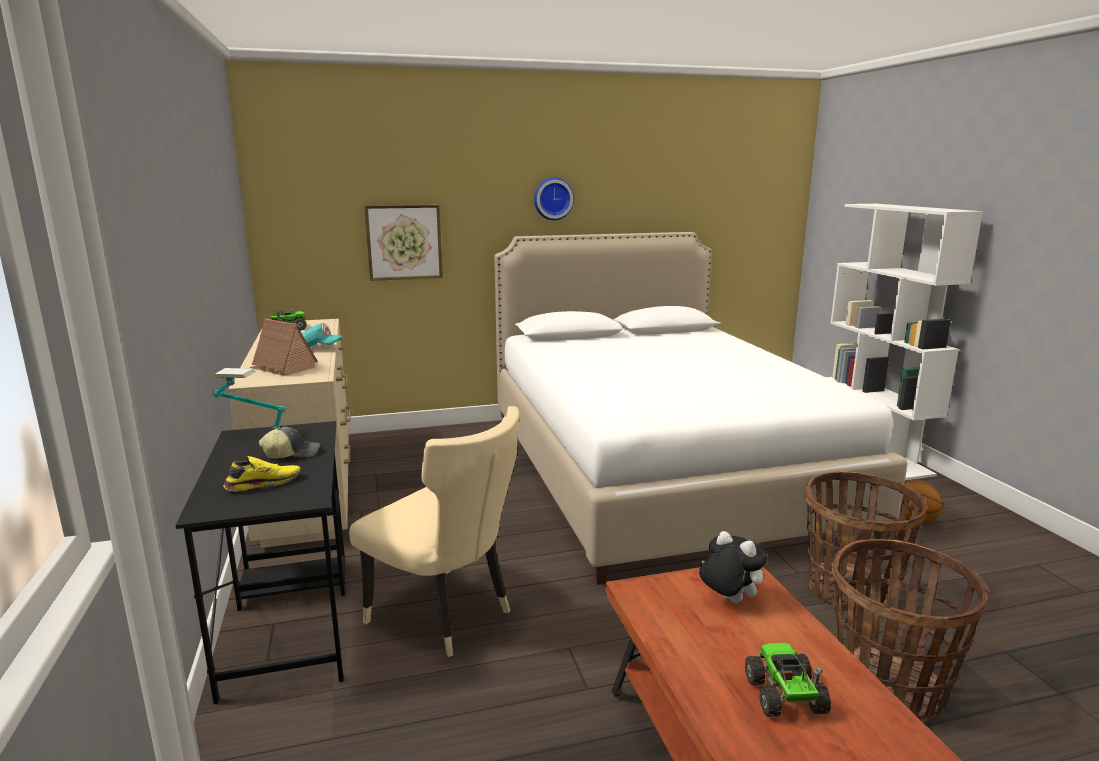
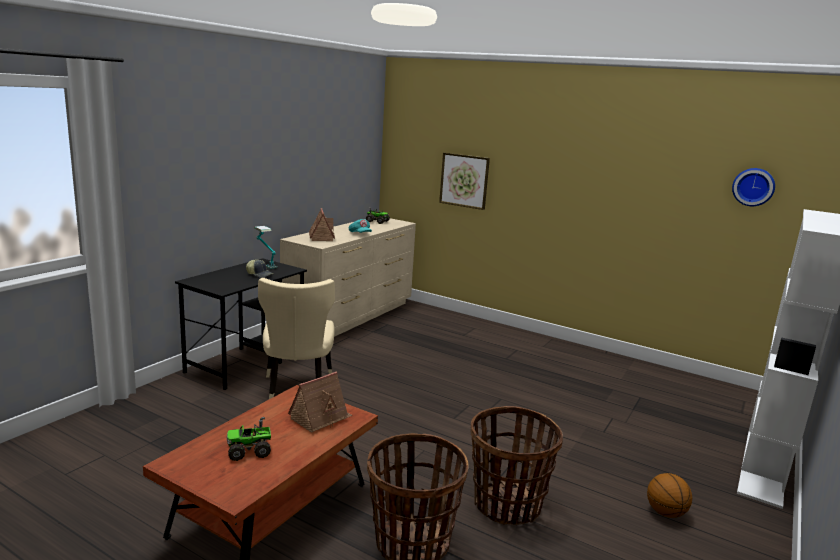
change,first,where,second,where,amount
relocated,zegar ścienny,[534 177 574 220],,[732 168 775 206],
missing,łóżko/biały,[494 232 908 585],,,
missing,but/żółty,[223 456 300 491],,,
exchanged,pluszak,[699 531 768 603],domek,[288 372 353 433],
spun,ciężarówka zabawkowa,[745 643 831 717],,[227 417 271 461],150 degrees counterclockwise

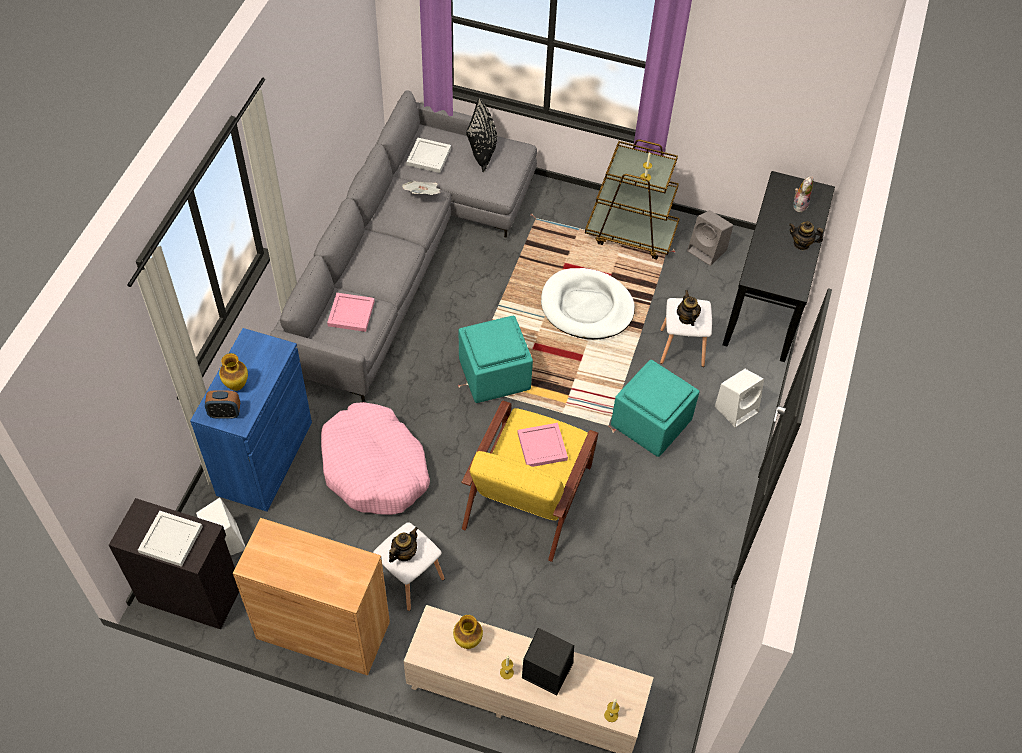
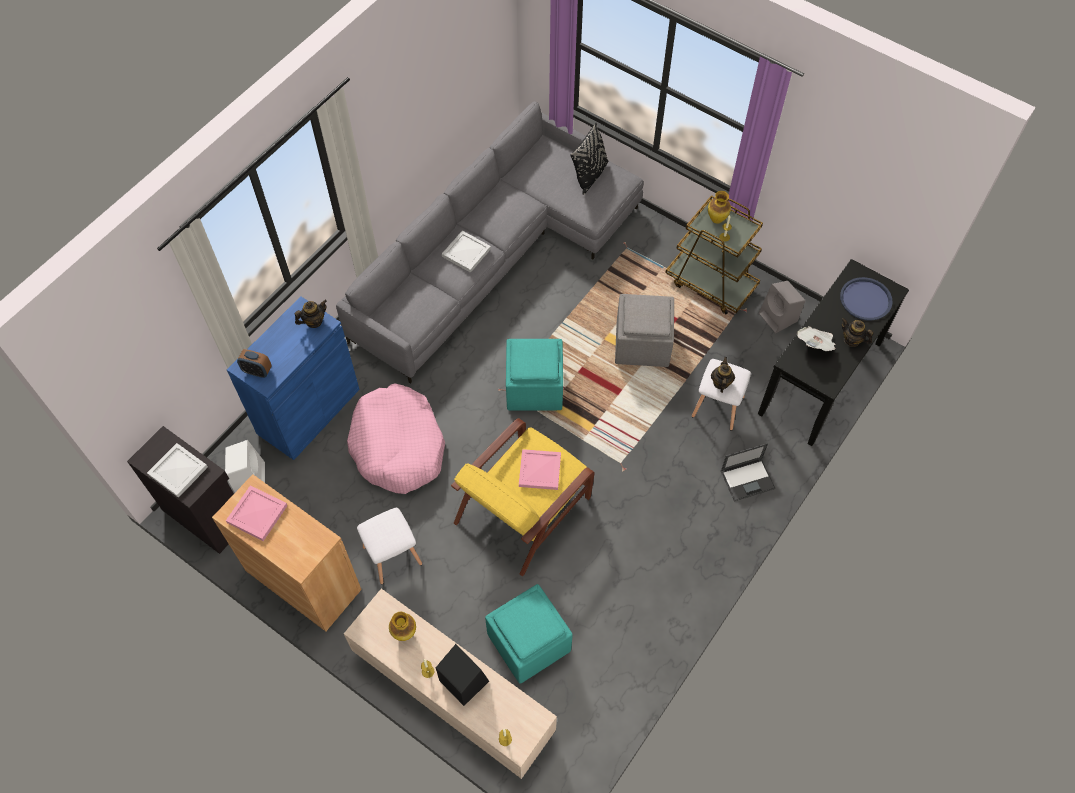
change,first,where,second,where,amount
relocated,taca/biały,[406 138 451 173],,[442 231 491 273],
exchanged,pluszak,[793 176 813 213],taca/niebieski,[840 277 893 320],
relocated,gazeta,[402 181 440 195],,[797 326 835 352],
exchanged,legowisko/biały,[541 268 635 340],pufa/szary,[615 294 674 367],
relocated,taca/różowy,[327 293 375 332],,[226 485 288 541],
relocated,wazon,[219 353 248 391],,[708 191 731 224],
relocated,pufa/turkusowy,[611 360 699 457],,[485 584 573 684],
exchanged,głośnik/biały,[715 369 764 428],laptop,[721 443 776 502],
relocated,imbryk,[389 527 418 562],,[295 300 327 328],

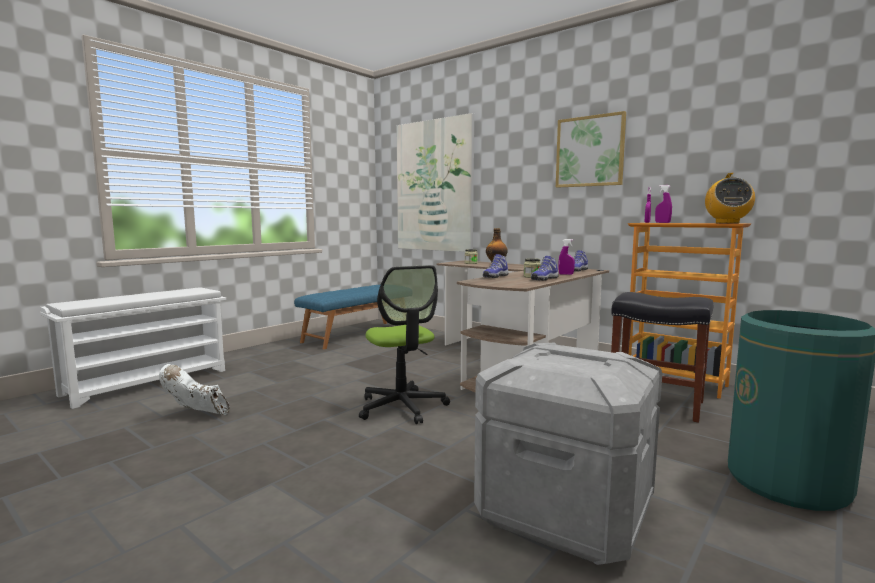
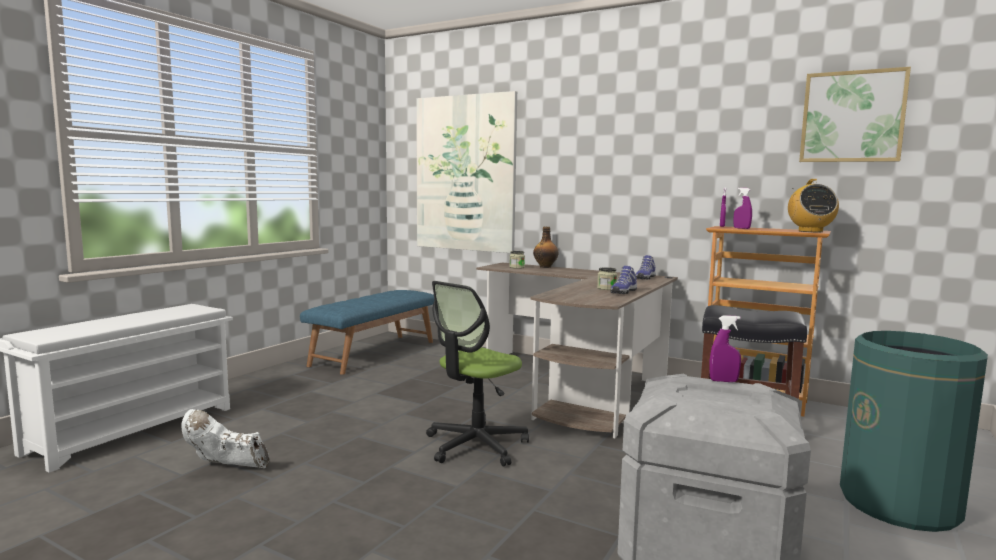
change,first,where,second,where,amount
relocated,obraz,[556 111 626 188],,[799 67 911 162],
relocated,spryskiwacz/fioletowy,[558 239 575 275],,[710 315 741 382],
missing,but,[483 254 509 278],,,
spun,krzesło biurowe,[359 265 450 424],,[426 281 529 467],75 degrees clockwise

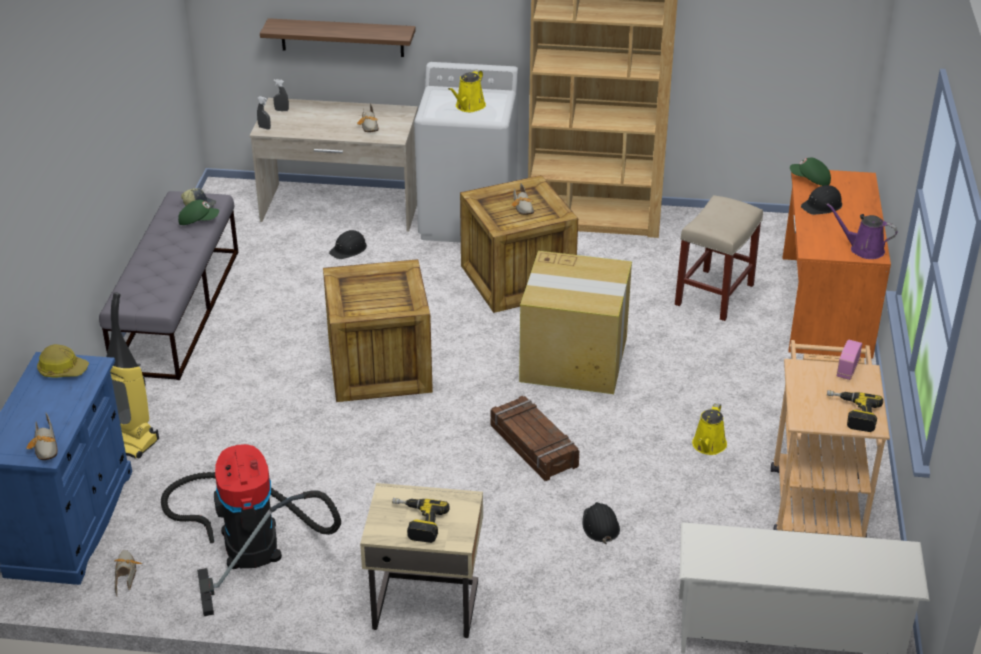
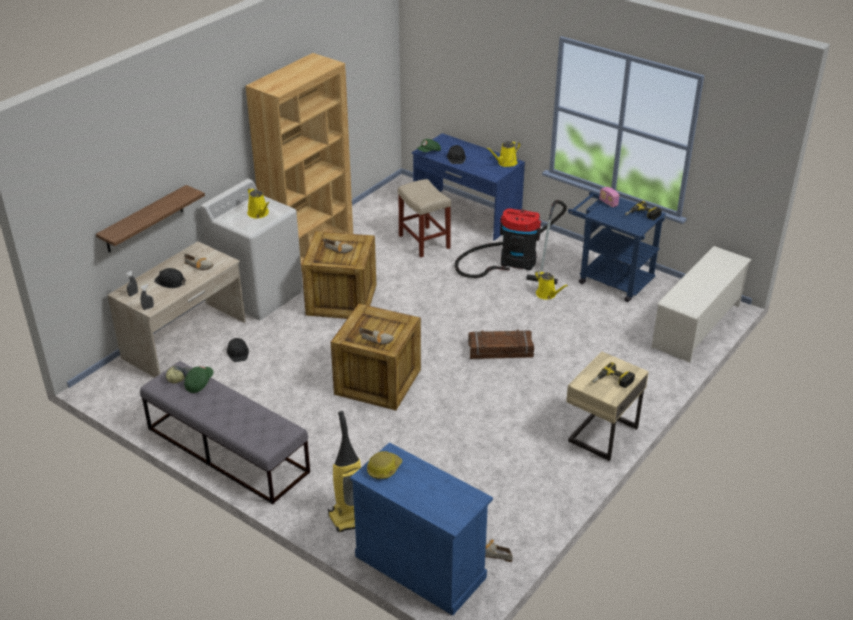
change,first,where,second,where,amount
colour,biurko/pomarańczowy,[783 170 891 358],biurko/niebieski,[412 133 525 241],
colour,konewka/fioletowy,[827 203 898 259],konewka/żółty,[486 141 521 167],
missing,karton,[519 251 632 394],,,
colour,wózek/beżowy,[771 340 890 538],wózek/niebieski,[568 192 666 302],
relocated,but,[26 413 58 460],,[359 328 394 345],
relocated,odkurzacz,[161 444 341 616],,[455 200 567 285],
relocated,kask/czarny,[582 502 620 544],,[154 268 186 288],

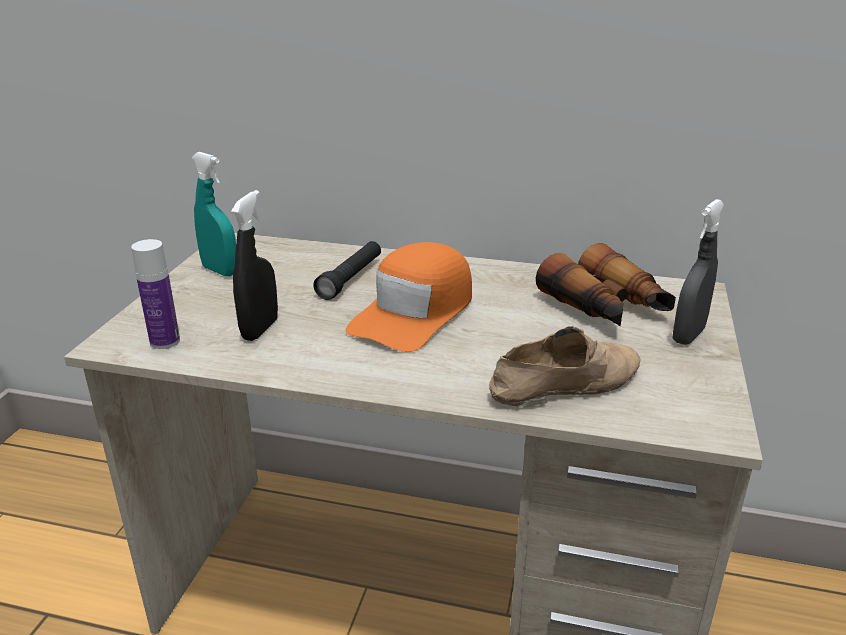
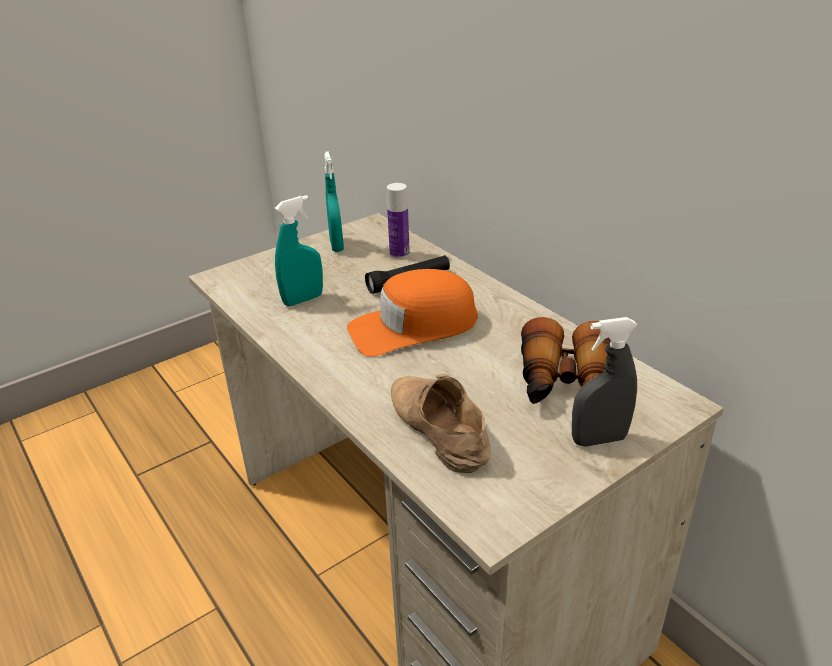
change,first,where,second,where,amount
colour,spryskiwacz/czarny,[231 190 278 341],spryskiwacz/turkusowy,[275 195 323 306],
relocated,butelka,[131 239 180 349],,[387 183 410 259],
spun,but/beżowy,[489 326 641 406],,[391 374 490 473],135 degrees counterclockwise

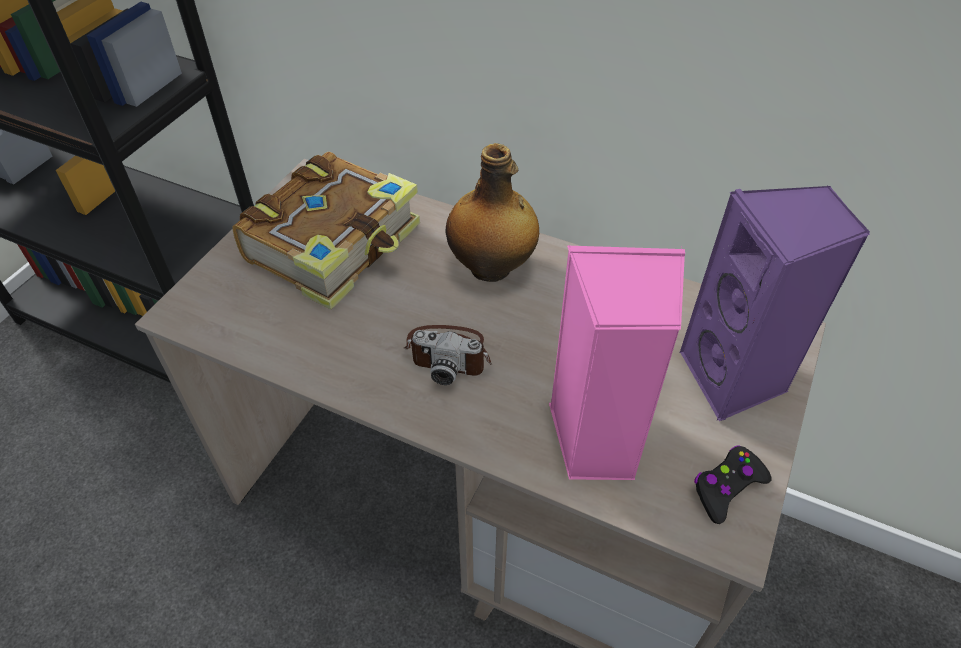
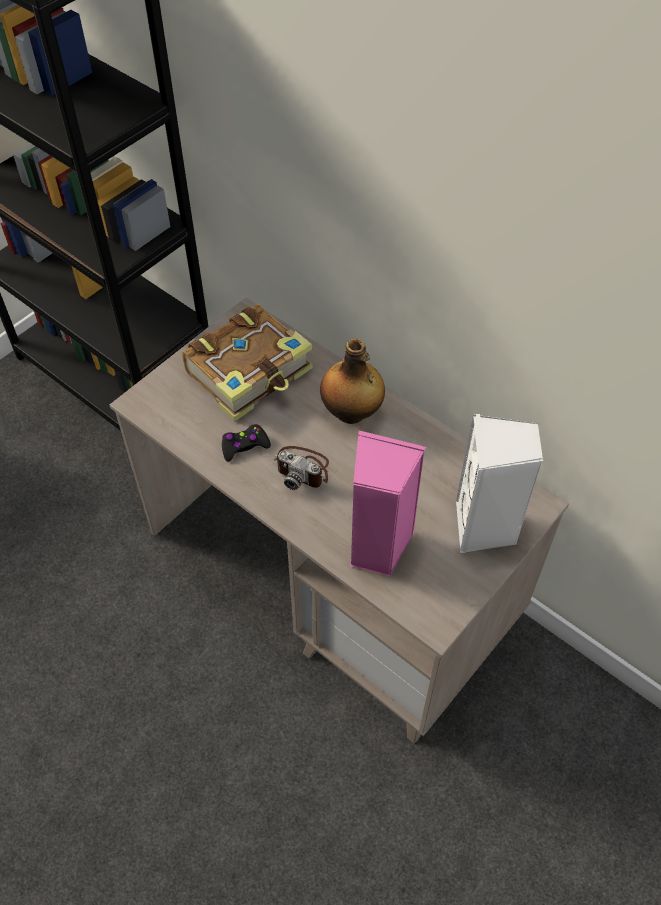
change,first,where,second,where,amount
colour,głośnik/fioletowy,[680 186 870 421],głośnik/biały,[456 414 543 553],
relocated,pad do gier/czarny,[694 445 772 524],,[222 424 271 461],

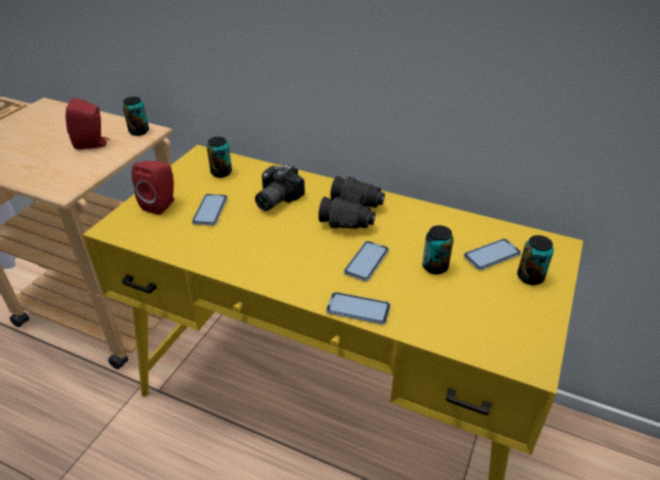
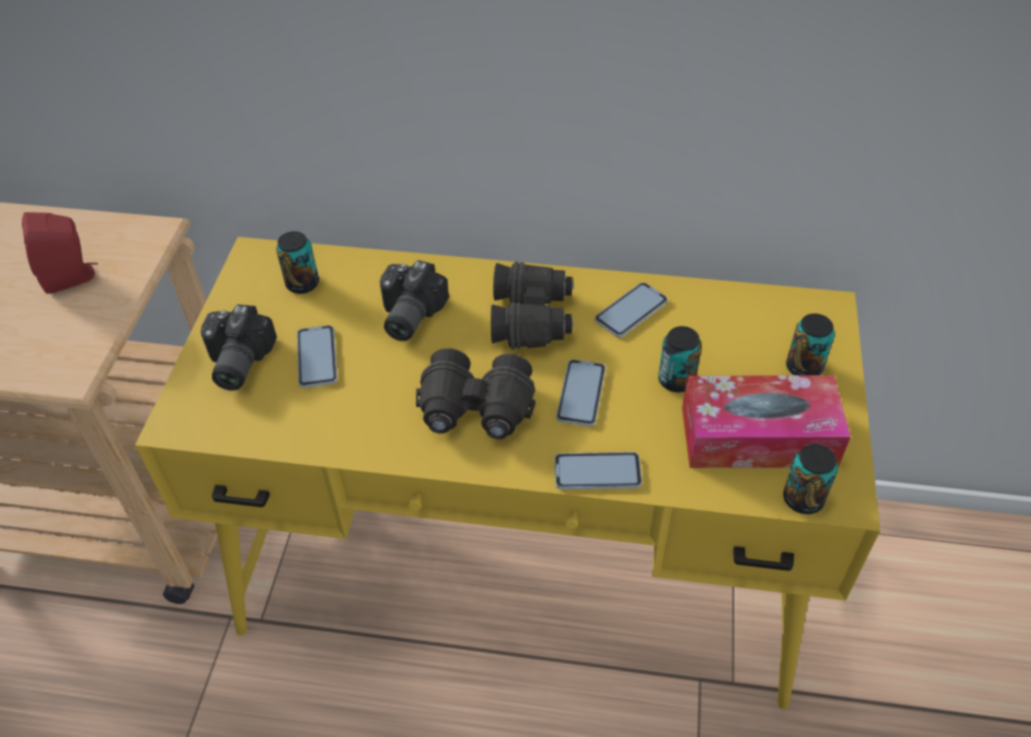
change,first,where,second,where,amount
relocated,puszka,[122 97 149 136],,[783 444 838 514],
exchanged,głośnik/czerwony,[132 161 174 215],aparat fotograficzny,[201 304 277 391],
relocated,telefon,[464 239 521 270],,[595 282 668 337],
appeared,,,lornetka/czarny,[416 348 535 439],
appeared,,,pudełko chusteczek,[682 375 851 468],

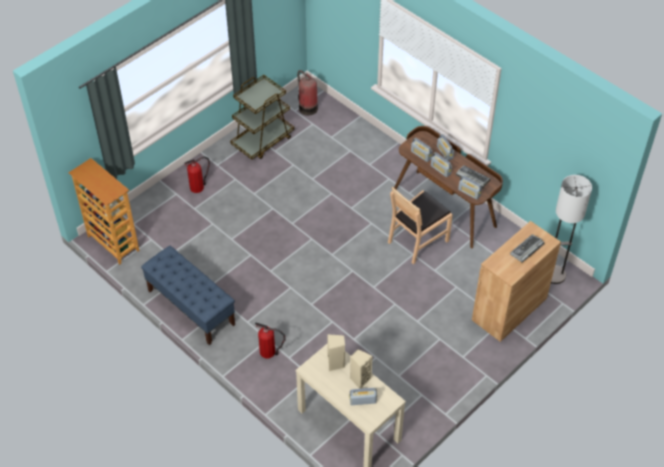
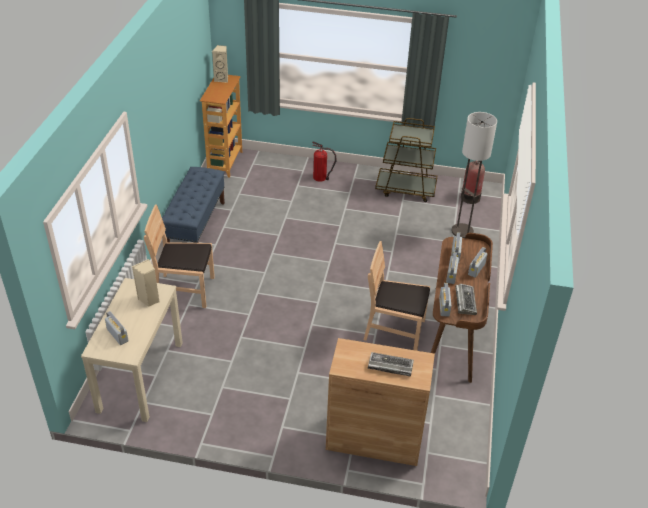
change,first,where,second,where,amount
relocated,lampa stojąca,[551 175 592 284],,[452 112 497 238],
exchanged,gaśnica,[255 323 286 358],krzesło/brązowy,[144 204 215 308],
relocated,głośnik/beżowy,[350 349 373 389],,[212 45 228 83],

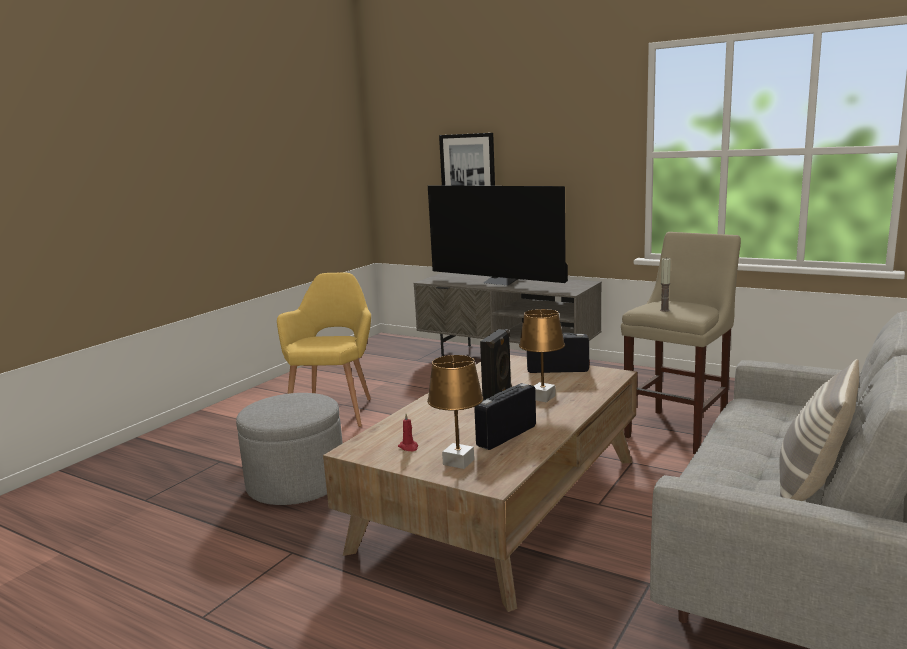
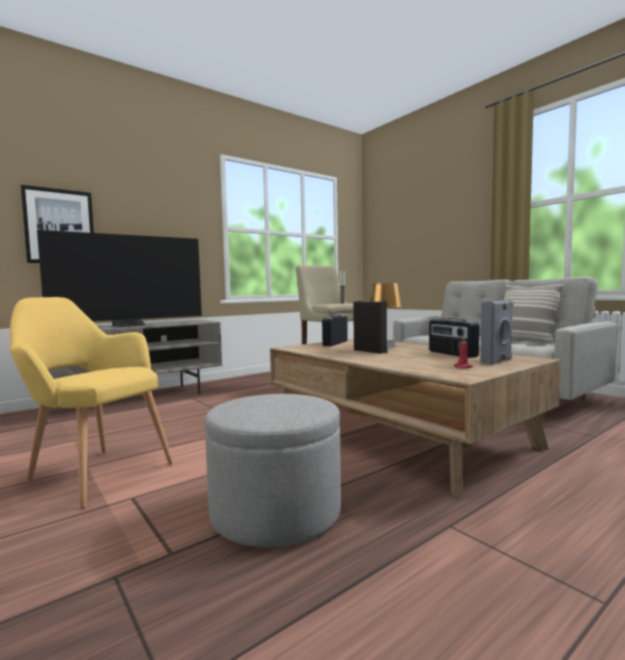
change,first,where,second,where,amount
exchanged,lampa stołowa/brązowy,[427 355 483 469],głośnik/szary,[480 300 513 365],

